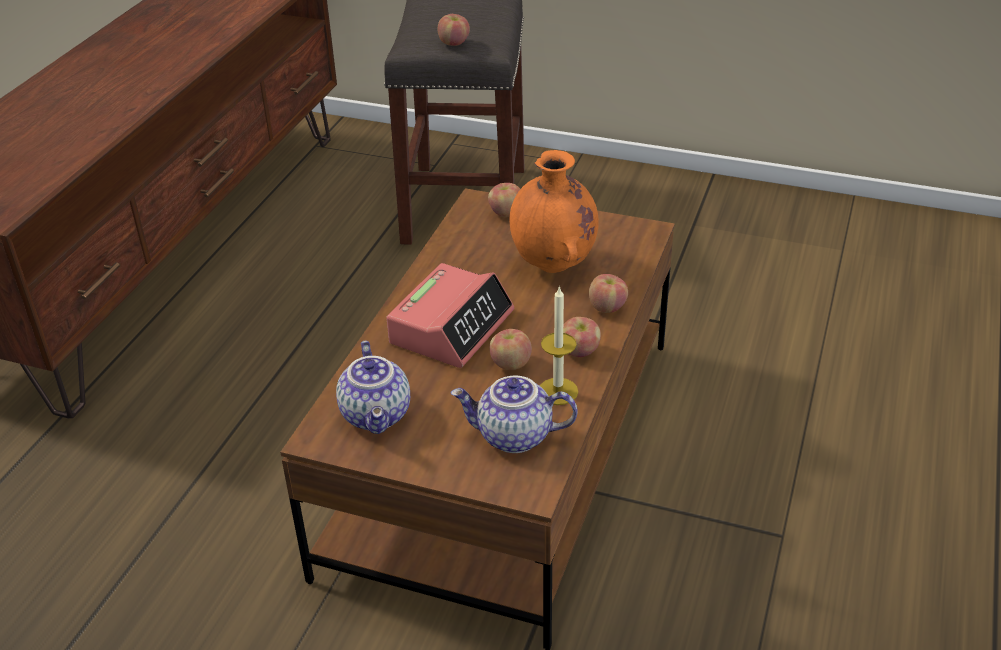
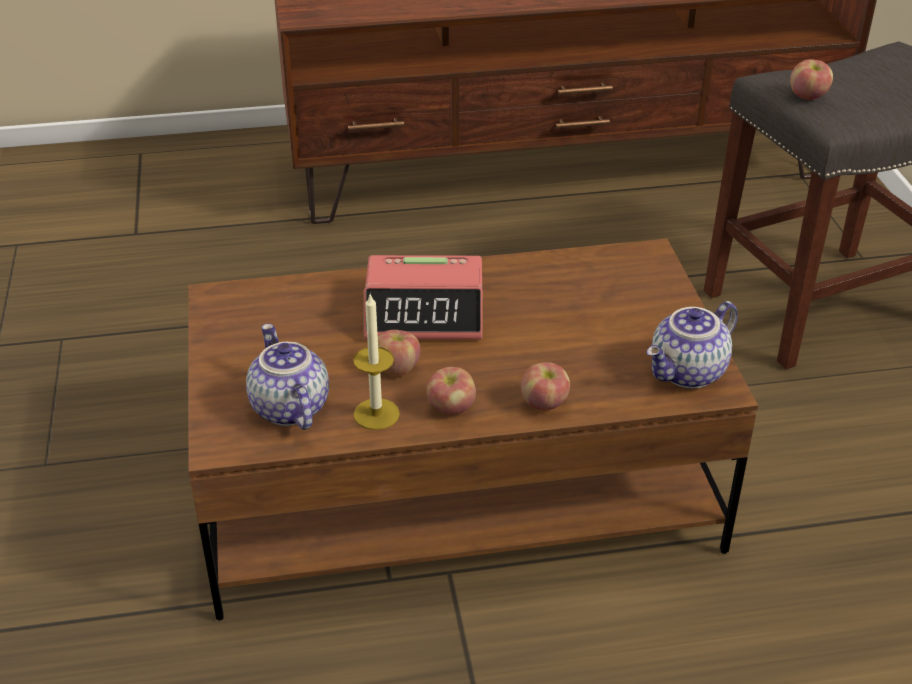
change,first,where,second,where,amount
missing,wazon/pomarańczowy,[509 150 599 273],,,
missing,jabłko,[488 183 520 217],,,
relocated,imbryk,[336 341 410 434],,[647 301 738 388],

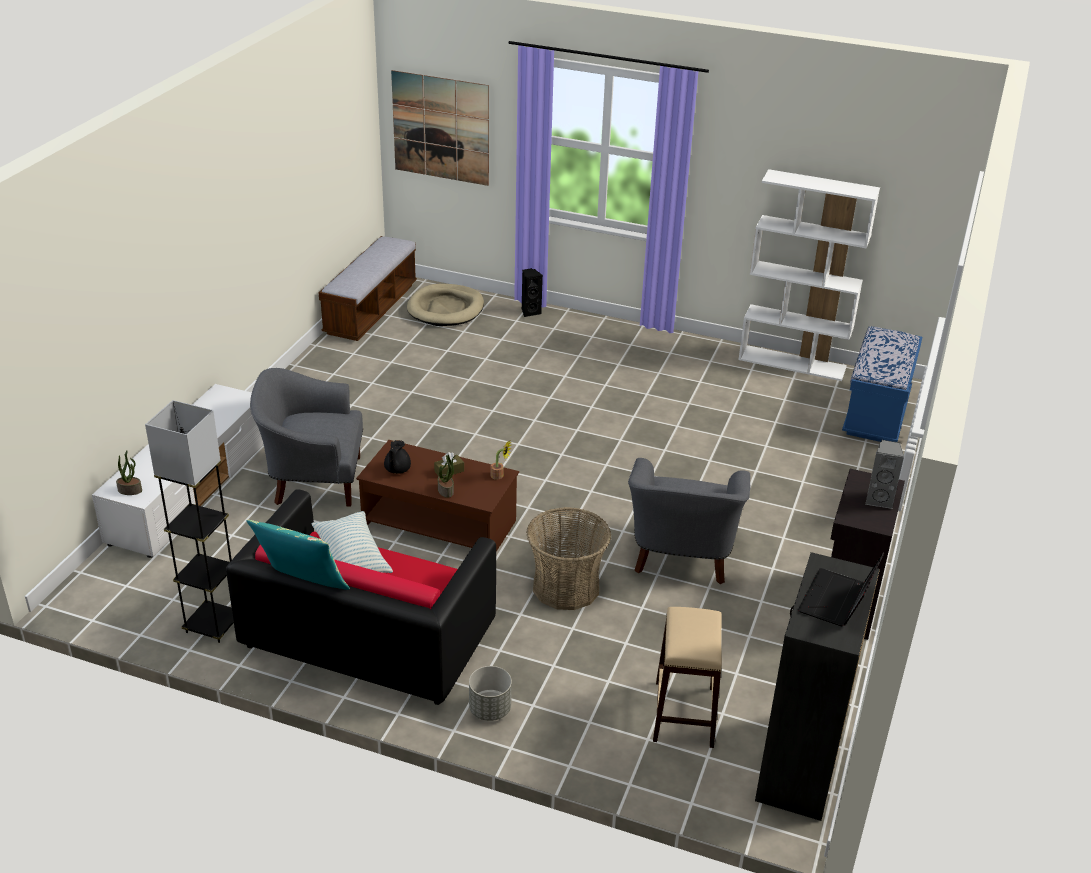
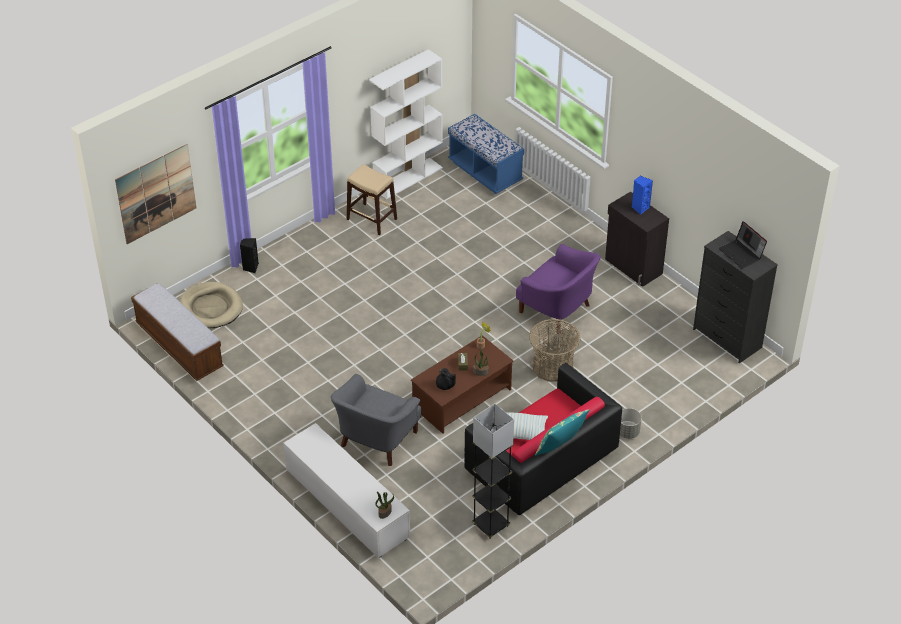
change,first,where,second,where,amount
colour,głośnik/szary,[865 440 904 509],głośnik/niebieski,[632 175 653 215],
colour,fotel/szary,[628 458 751 584],fotel/fioletowy,[516 244 601 334],
relocated,stołek/beżowy,[653 607 722 748],,[347 164 397 235],

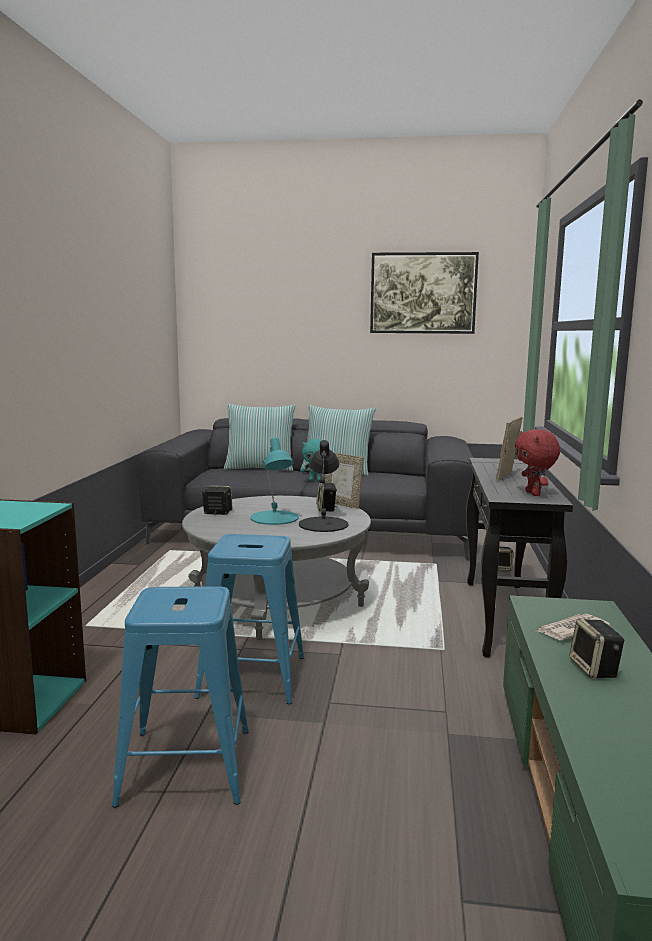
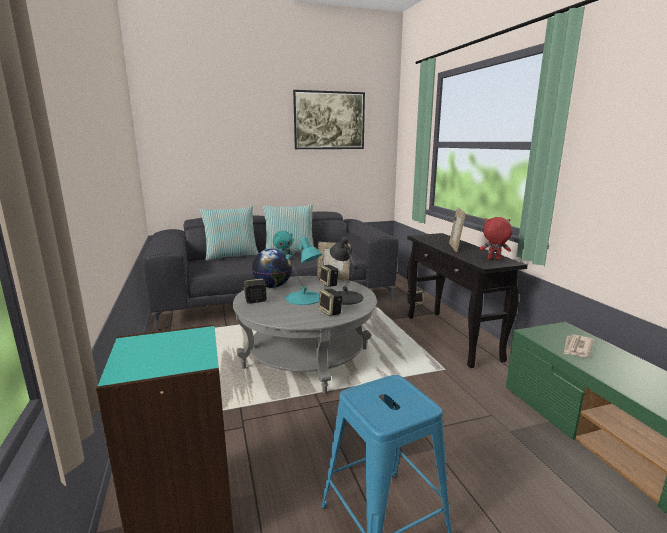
change,first,where,second,where,amount
spun,pluszak/czerwony,[515 429 560 496],,[480 217 512 260],135 degrees clockwise
missing,stołek/niebieski,[194 534 304 704],,,
relocated,głośnik,[569 618 624 679],,[319 289 343 316],
appeared,,,globus,[252 249 292 288],

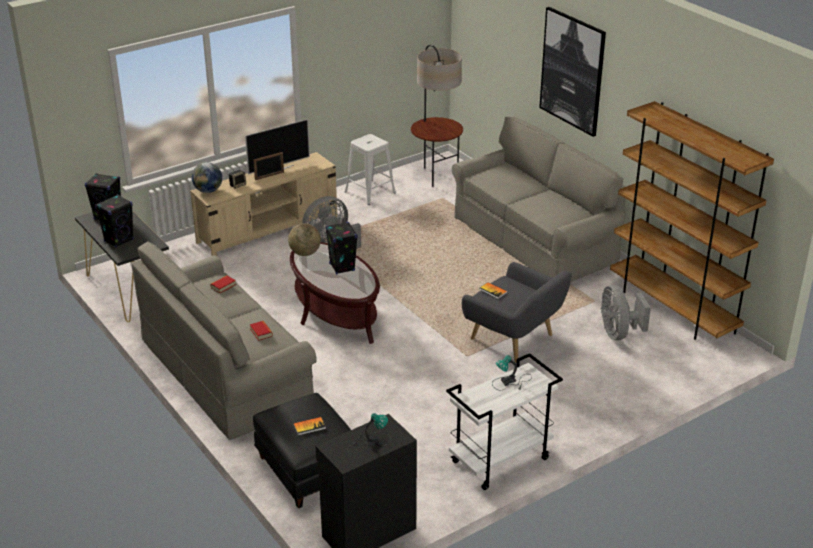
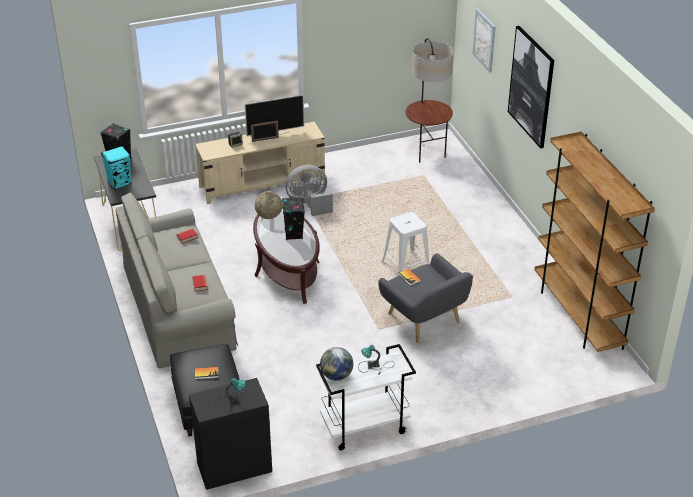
change,first,where,second,where,amount
missing,kanapa/szary,[452 117 626 282],,,
relocated,stołek/biały,[345 134 396 205],,[381 212 430 272],
relocated,globus,[192 162 222 193],,[320 347 353 381],
colour,głośnik/czarny,[95 194 134 248],głośnik/turkusowy,[101 146 131 190],
missing,wentylator/szary,[601 285 651 340],,,
appeared,,,obraz,[472 8 495 73],

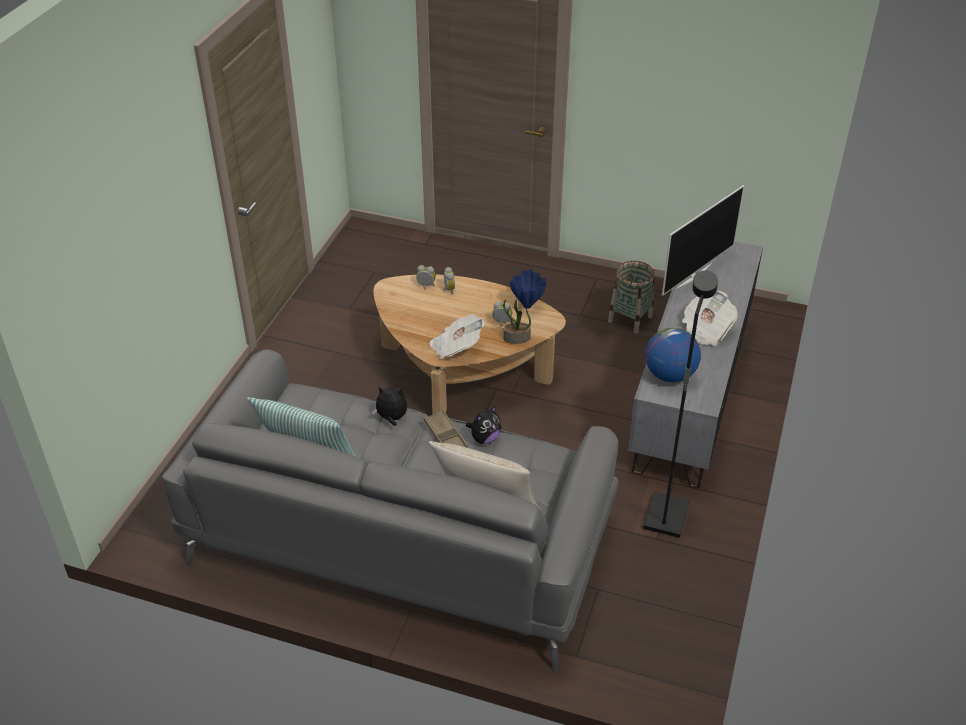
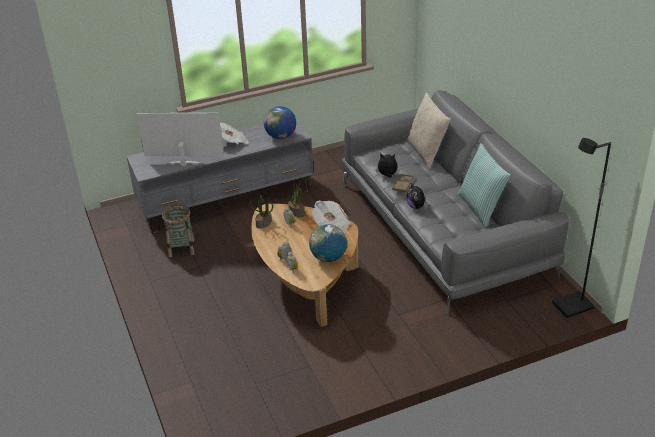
change,first,where,second,where,amount
exchanged,wazon/niebieski,[510 269 547 309],roślina doniczkowa,[250 195 273 229],
relocated,lampa stojąca/czarny,[643 270 718 538],,[552 138 611 318],
appeared,,,globus,[309 224 347 262],

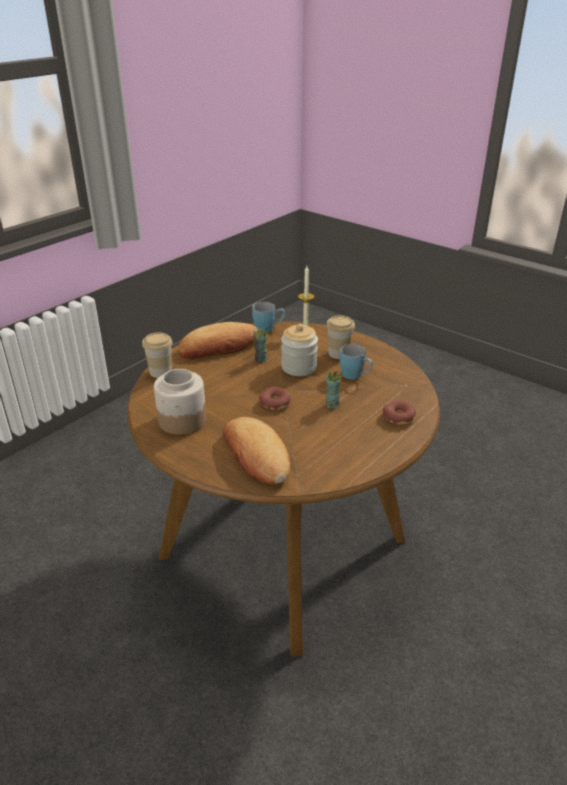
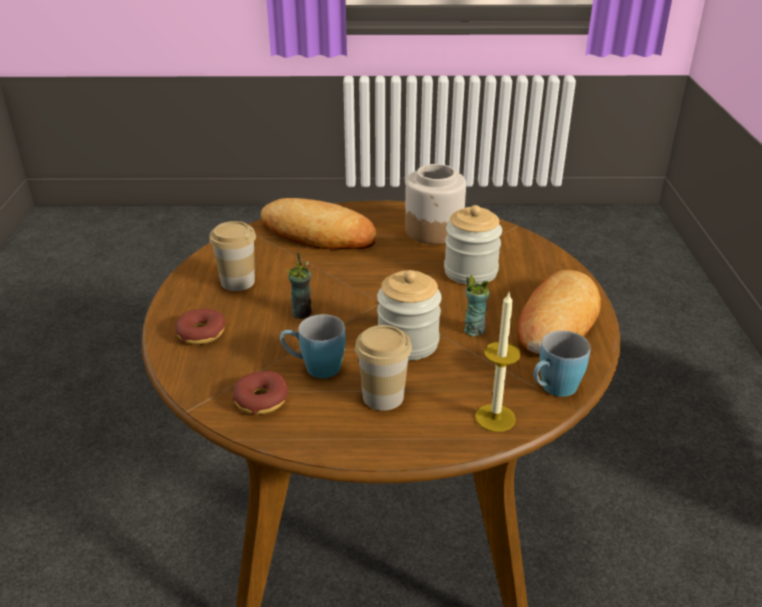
change,first,where,second,where,amount
relocated,filiżanka,[142 332 173 378],,[209 221 256 291],
relocated,donut,[259 387 291 411],,[233 371 288 415],
appeared,,,słoik,[444 205 502 285],

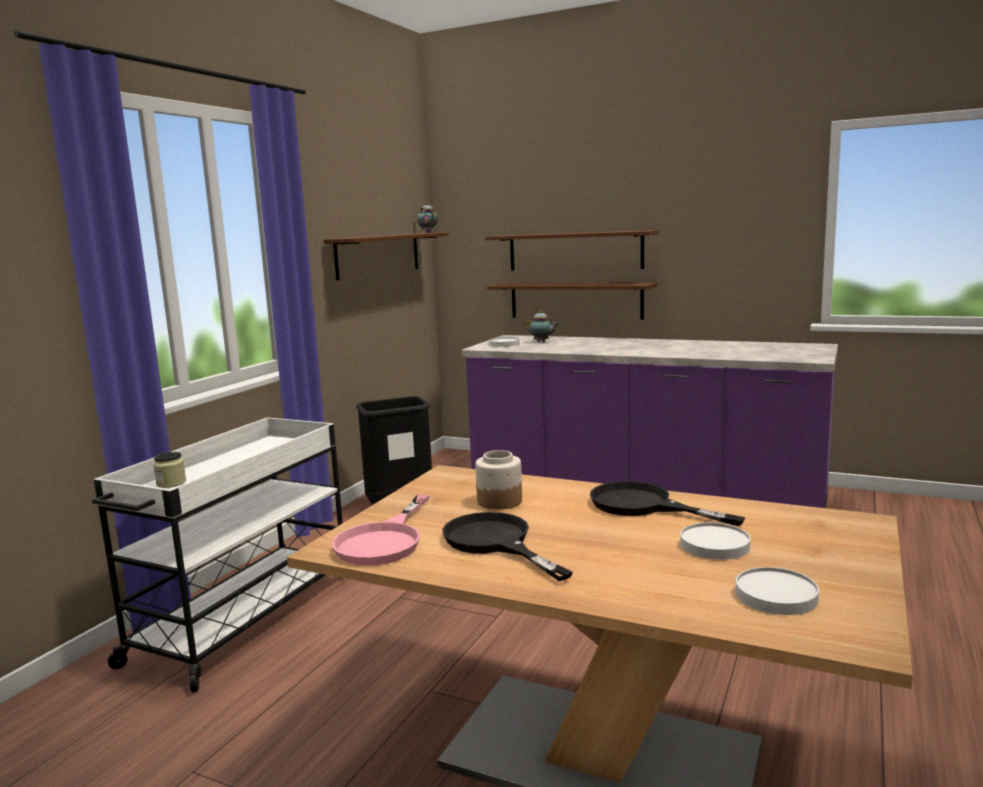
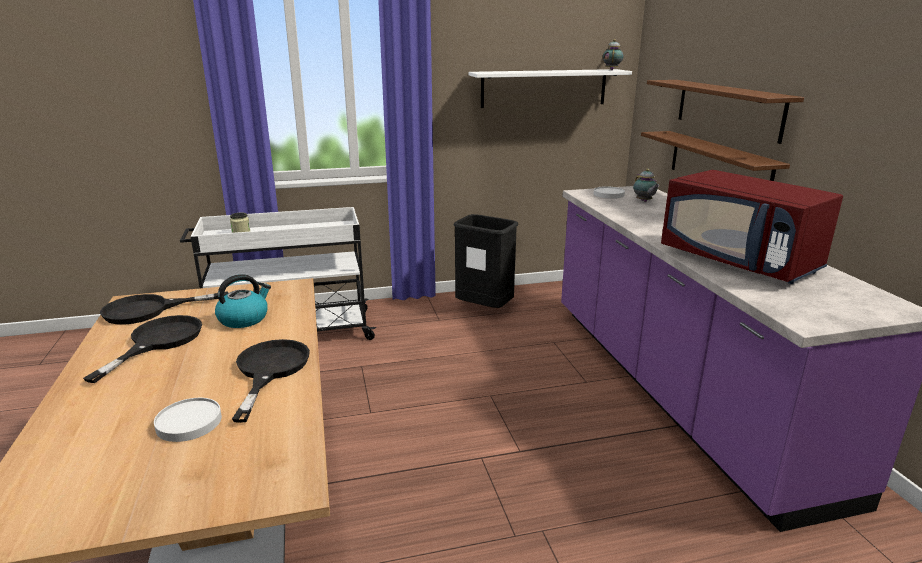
change,first,where,second,where,amount
colour,półka/brązowy,[324 232 448 280],półka/biały,[468 69 632 108],
exchanged,słoik,[475 450 522 510],czajnik,[215 274 271 328],
colour,patelnia/różowy,[332 494 429 565],patelnia/czarny,[100 291 228 325],
missing,talerz/biały,[736 567 819 615],,,
appeared,,,mikrofalówka/czerwony,[661 170 843 284],

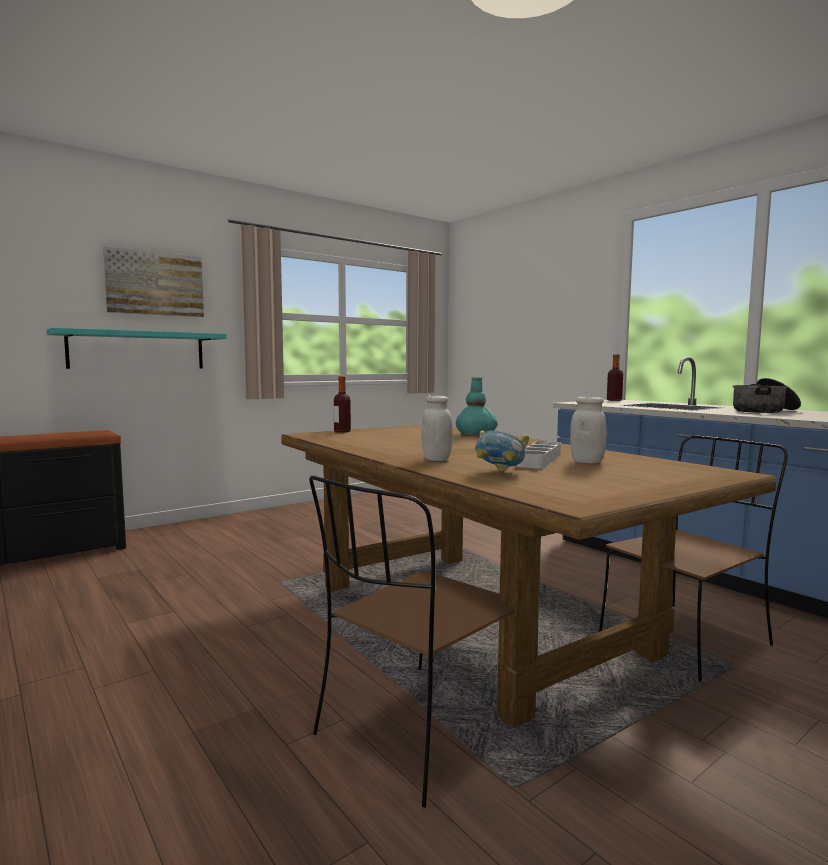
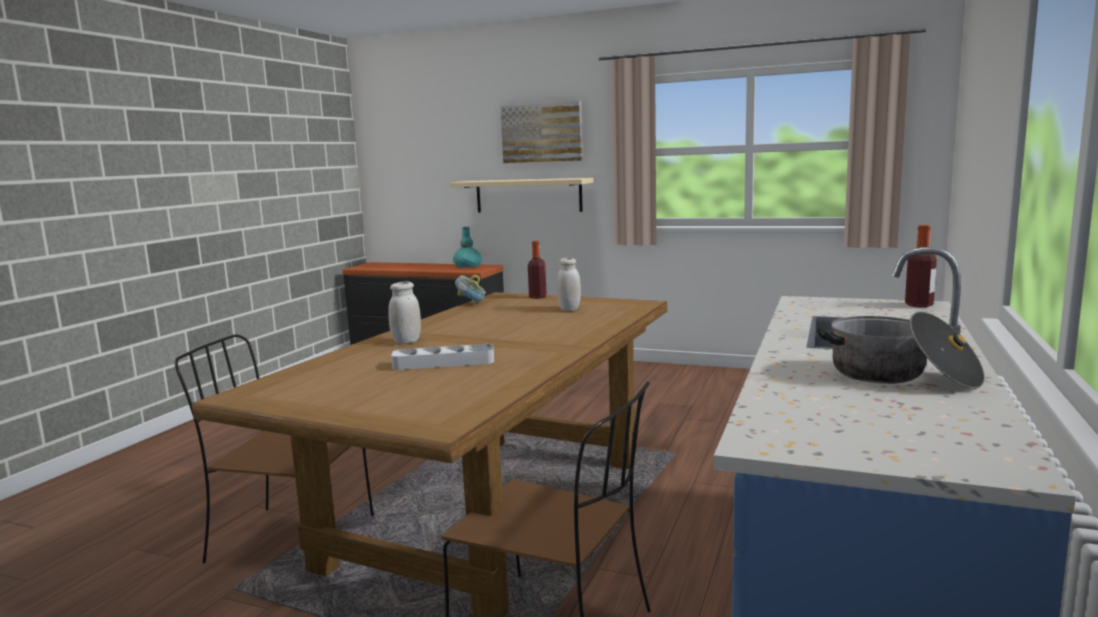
change,first,where,second,where,amount
colour,półka/turkusowy,[47 328 227 369],półka/beżowy,[450 178 594 213],
relocated,wazon/turkusowy,[456 377 498 435],,[453 227 482 267],
relocated,słoik/biały,[570 396 607 464],,[557 258 581 311],
relocated,miska,[475 431 529 472],,[455 275 486 304],

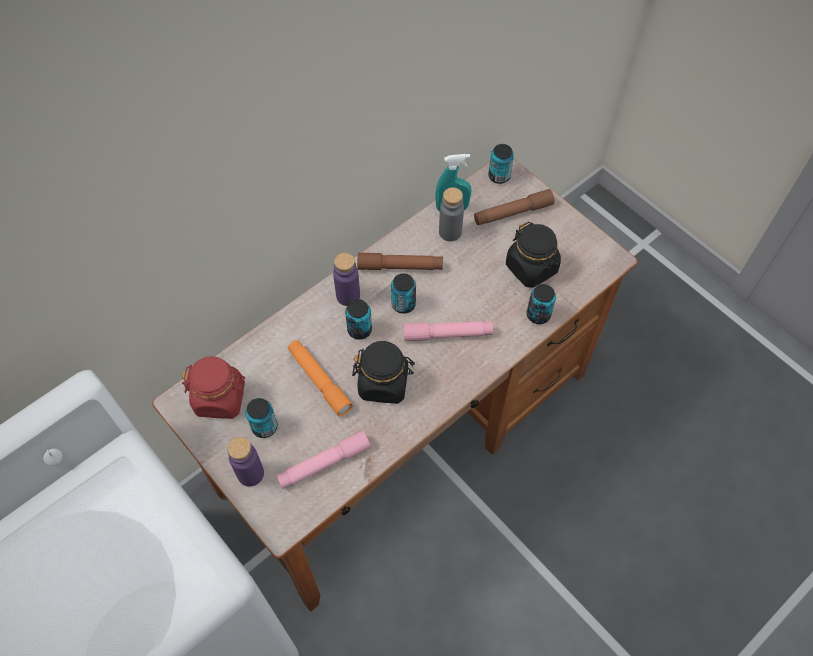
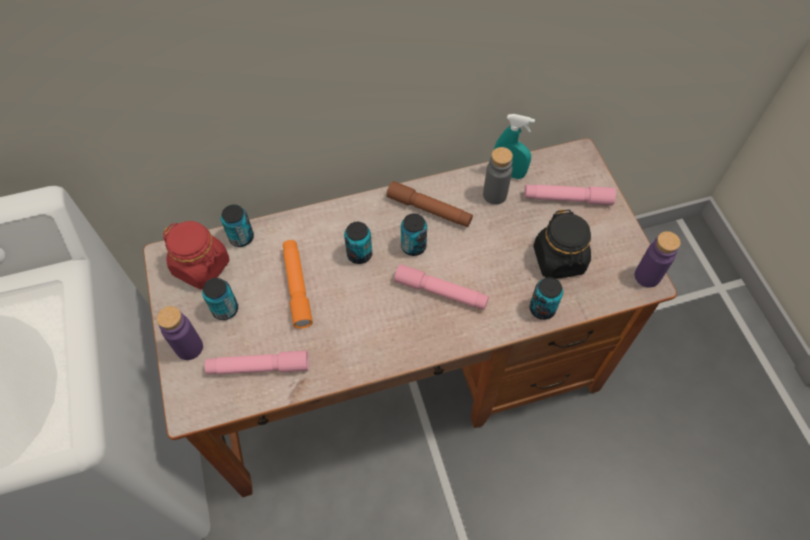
change,first,where,second,where,amount
relocated,puszka,[488 144 514 184],,[221 205 254 247],
colour,latarka/brązowy,[474 189 555 225],latarka/różowy,[525 185 616 205],
relocated,butelka/fioletowy,[333 253 360 306],,[635 231 681 288],
missing,słoik/czarny,[352 341 415 404],,,

